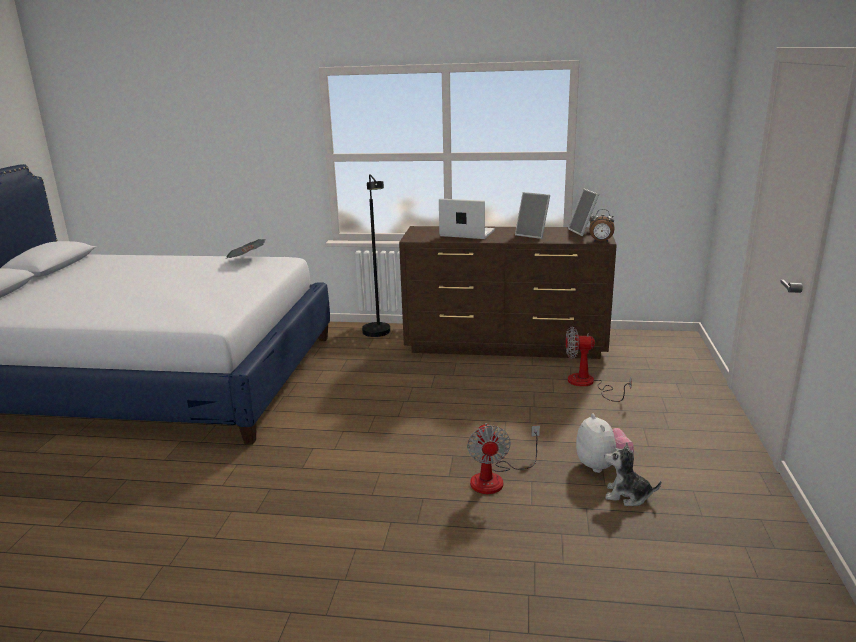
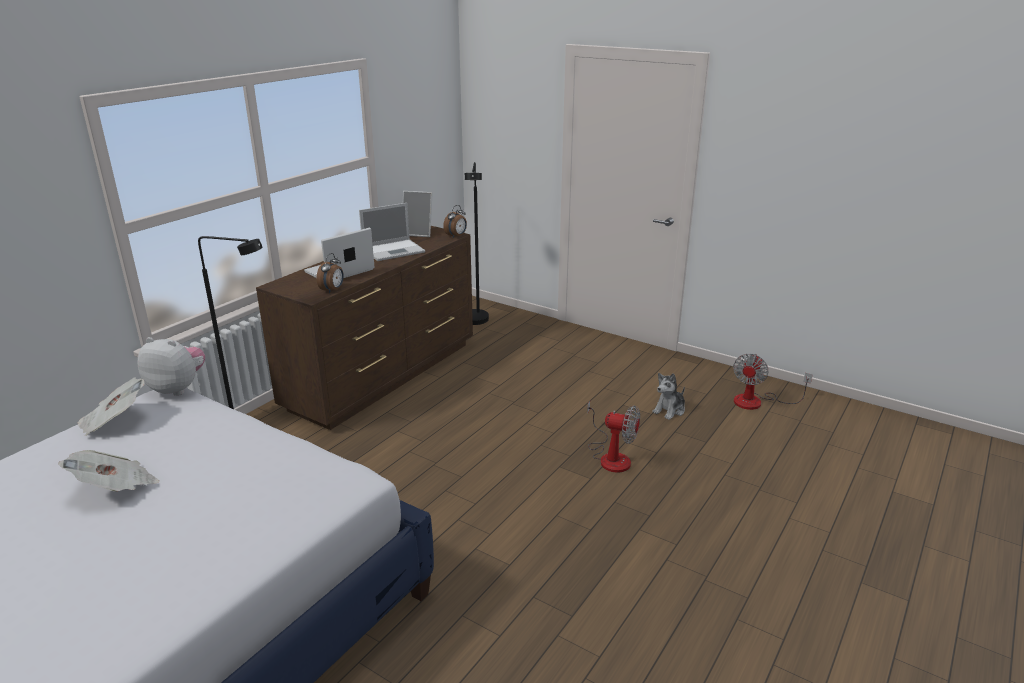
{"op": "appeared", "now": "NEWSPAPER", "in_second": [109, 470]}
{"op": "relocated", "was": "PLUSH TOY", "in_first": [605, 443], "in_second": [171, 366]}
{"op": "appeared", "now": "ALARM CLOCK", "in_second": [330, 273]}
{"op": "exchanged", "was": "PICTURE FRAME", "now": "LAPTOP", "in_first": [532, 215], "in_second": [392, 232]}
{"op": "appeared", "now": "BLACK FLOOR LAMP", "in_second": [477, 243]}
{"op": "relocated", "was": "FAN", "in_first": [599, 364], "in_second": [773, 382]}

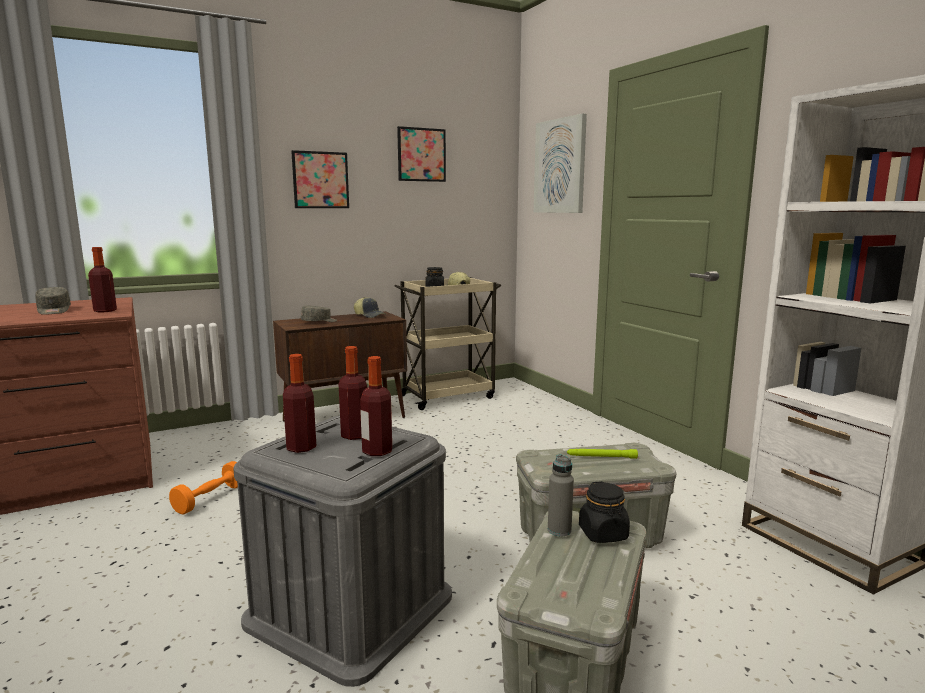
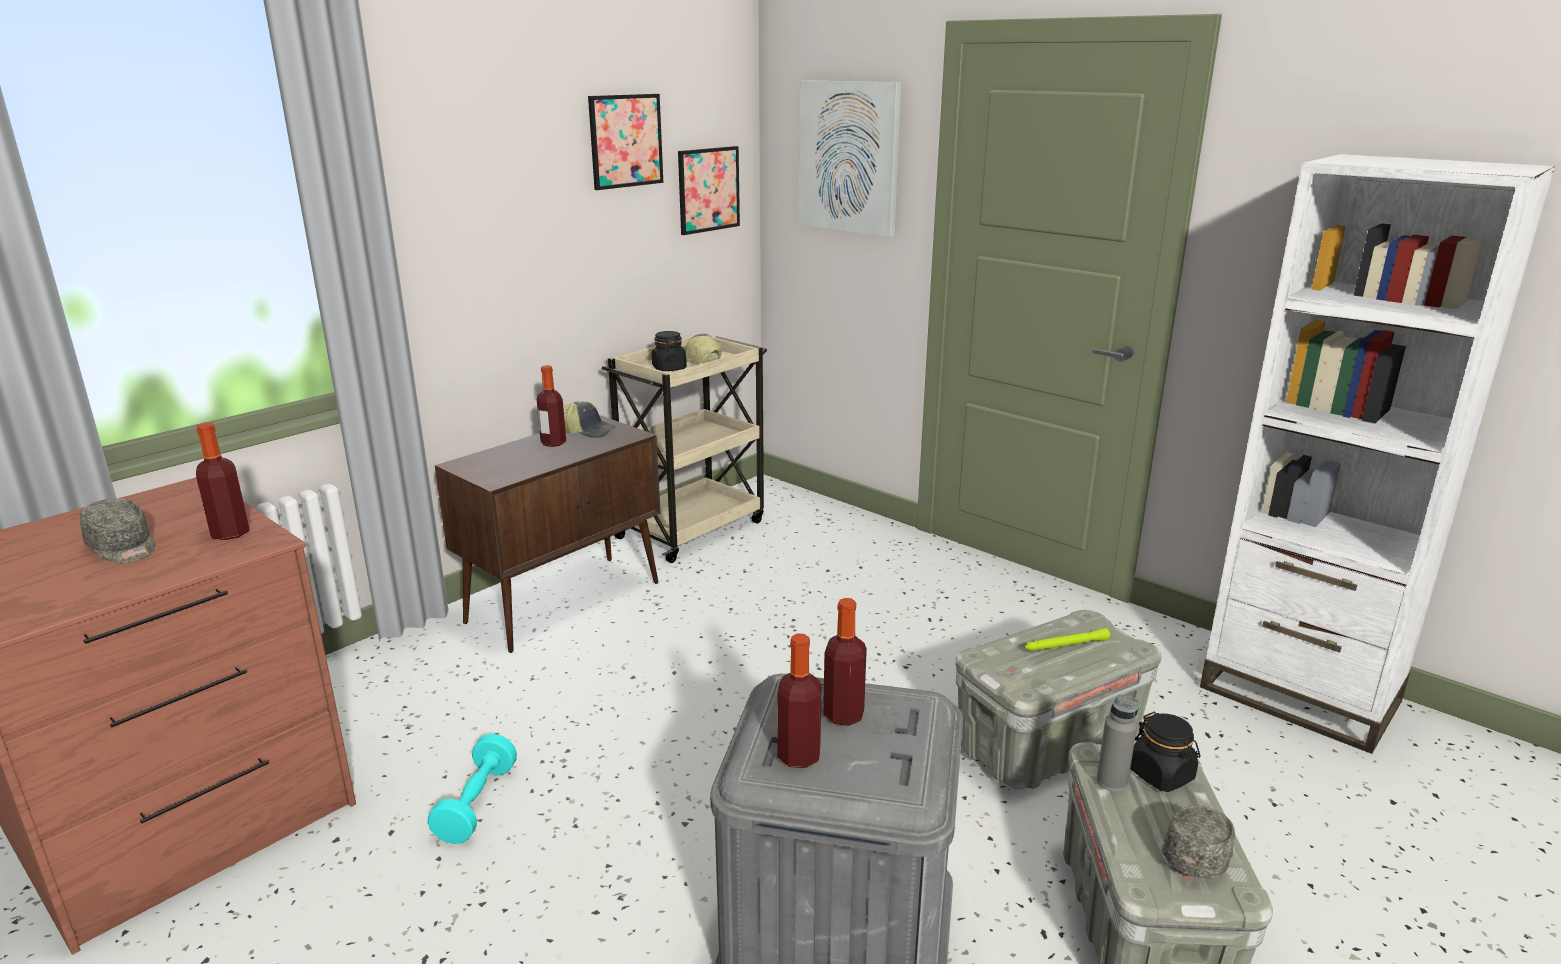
{"op": "colour", "was": "ORANGE DUMBBELL", "now": "TURQUOISE DUMBBELL", "in_first": [203, 487], "in_second": [472, 789]}
{"op": "relocated", "was": "BOTTLE", "in_first": [376, 406], "in_second": [551, 406]}
{"op": "relocated", "was": "PICTURE", "in_first": [320, 179], "in_second": [709, 190]}
{"op": "relocated", "was": "GREY CAP", "in_first": [319, 314], "in_second": [1198, 842]}

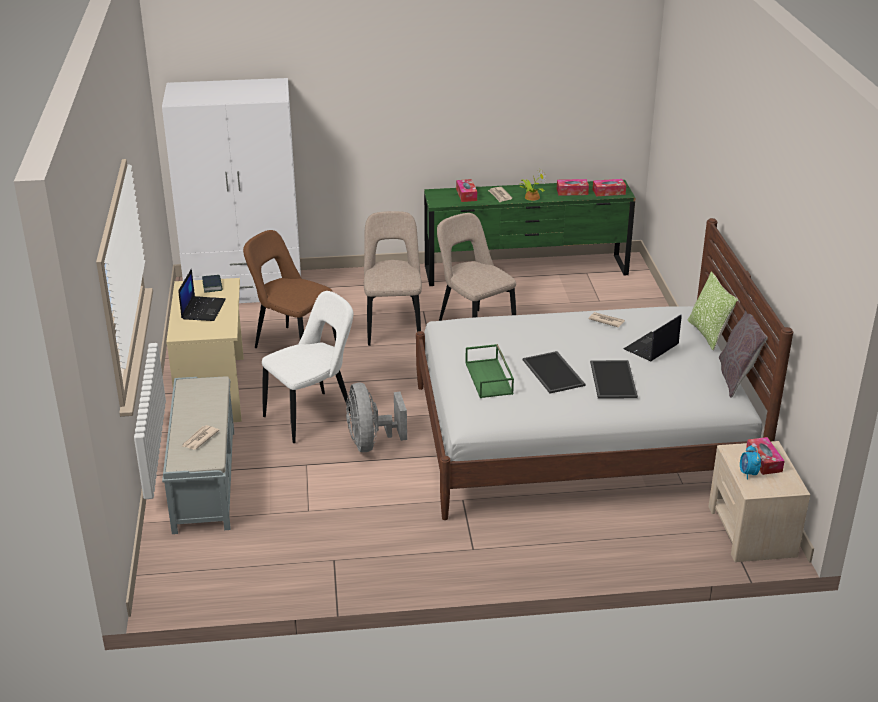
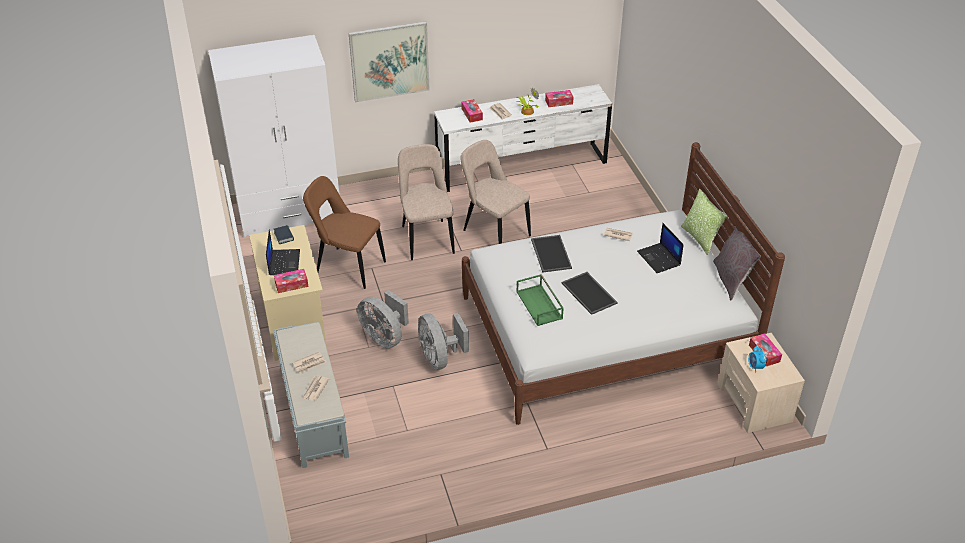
{"op": "relocated", "was": "TISSUE BOX", "in_first": [609, 187], "in_second": [291, 281]}
{"op": "appeared", "now": "NEWSPAPER", "in_second": [309, 362]}
{"op": "appeared", "now": "PICTURE", "in_second": [389, 61]}
{"op": "exchanged", "was": "WHITE CHAIR", "now": "GREY FAN", "in_first": [308, 367], "in_second": [383, 319]}
{"op": "colour", "was": "GREEN DRESSER", "now": "WHITE DRESSER", "in_first": [530, 233], "in_second": [523, 138]}
{"op": "relocated", "was": "TRAY", "in_first": [614, 379], "in_second": [551, 254]}
{"op": "spun", "was": "LAPTOP", "in_first": [652, 338], "in_second": [660, 248], "clockwise": -60}

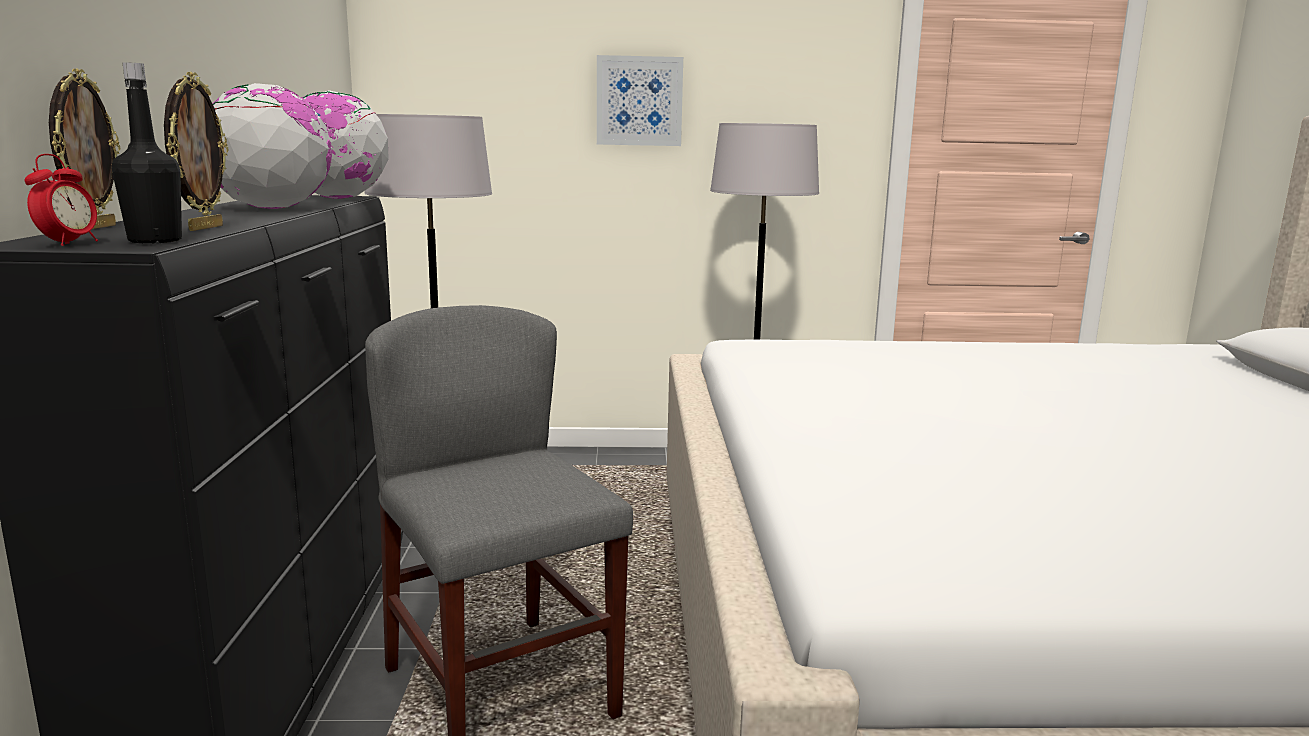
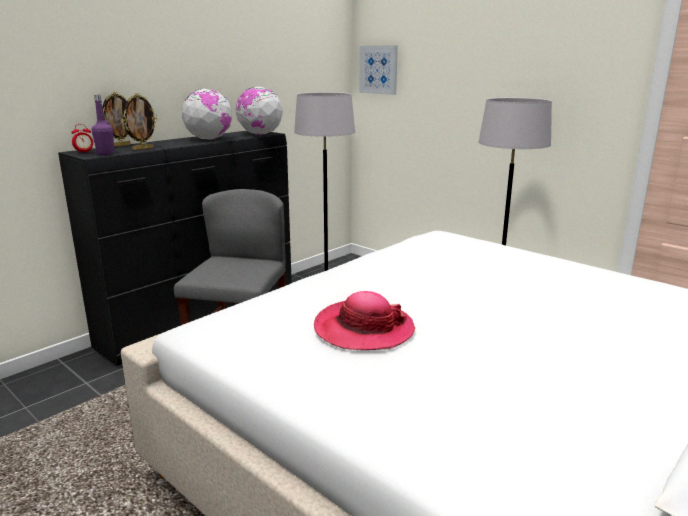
{"op": "colour", "was": "BLACK BOTTLE", "now": "PURPLE BOTTLE", "in_first": [147, 152], "in_second": [103, 125]}
{"op": "appeared", "now": "HAT", "in_second": [364, 320]}
{"op": "relocated", "was": "PICTURE", "in_first": [640, 100], "in_second": [378, 70]}

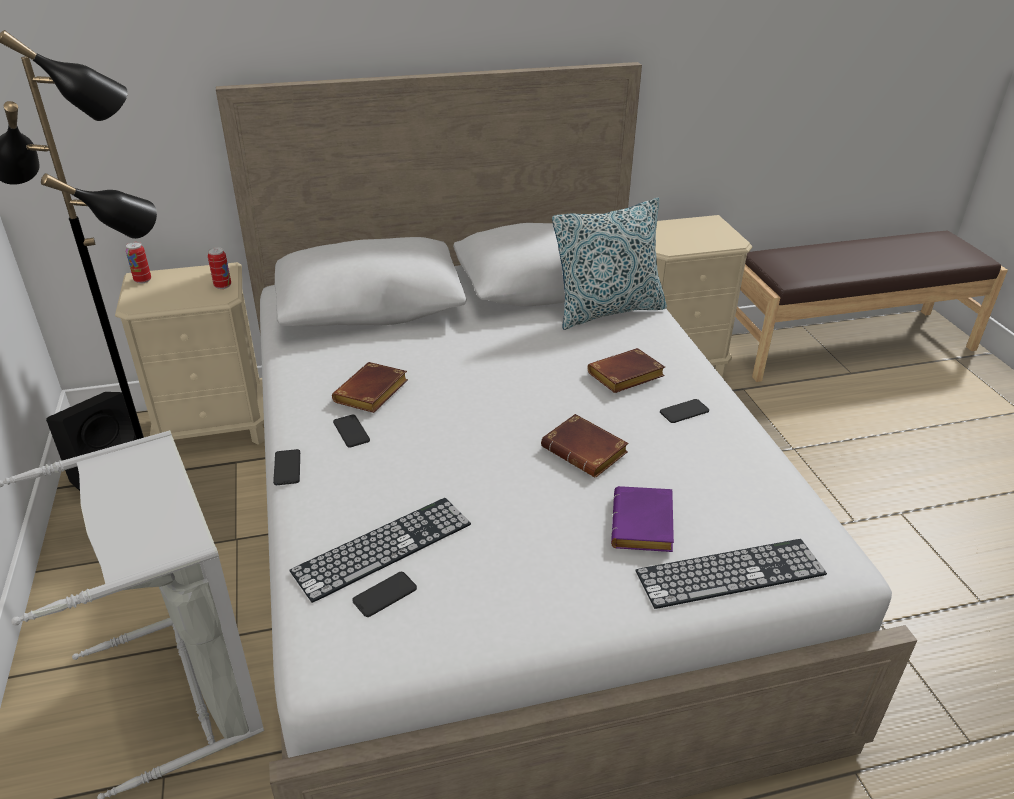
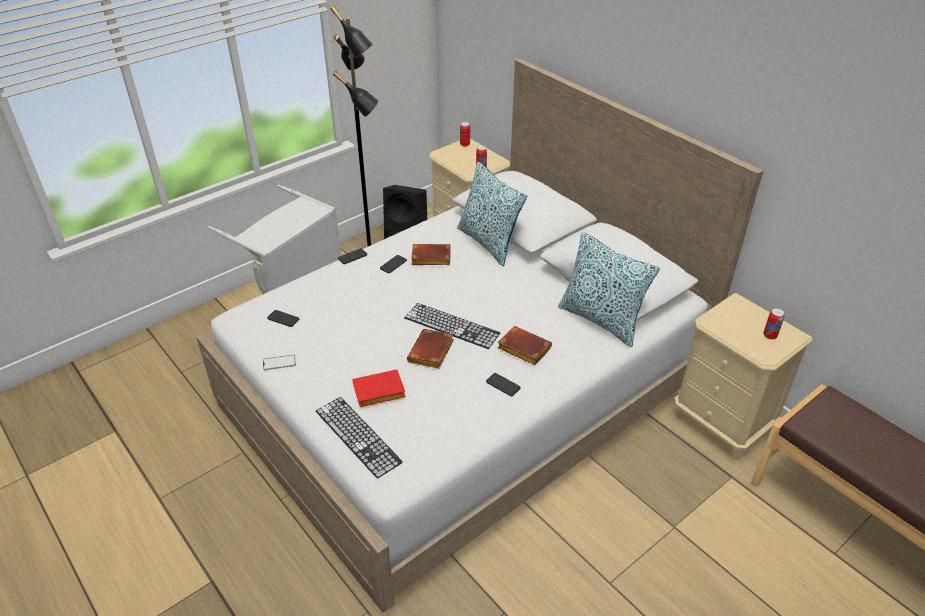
{"op": "appeared", "now": "PHONE", "in_second": [279, 362]}
{"op": "colour", "was": "PURPLE BOOK", "now": "RED BOOK", "in_first": [642, 519], "in_second": [379, 388]}
{"op": "relocated", "was": "KEYBOARD", "in_first": [380, 550], "in_second": [452, 326]}
{"op": "appeared", "now": "PILLOW", "in_second": [492, 214]}
{"op": "appeared", "now": "CAN", "in_second": [774, 324]}

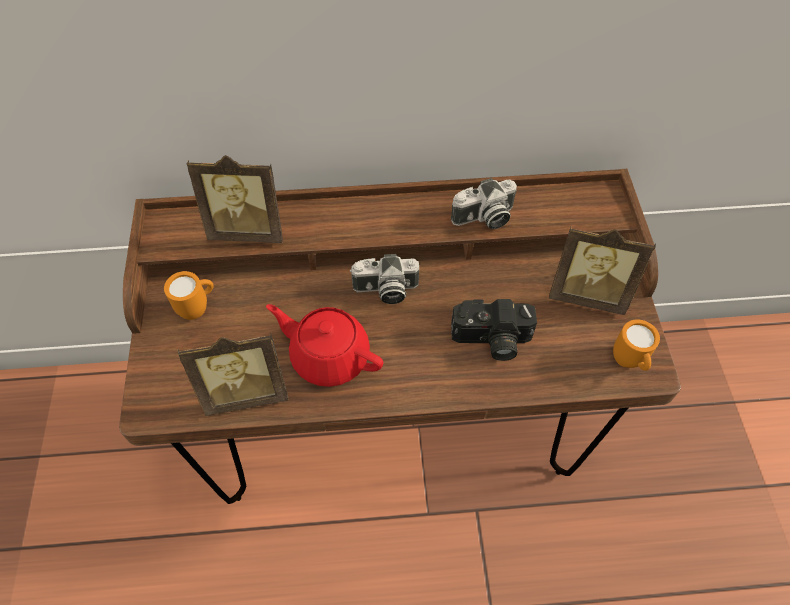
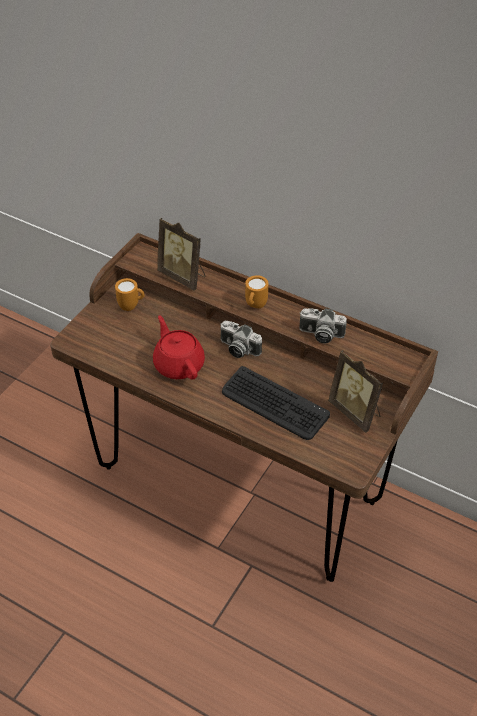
{"op": "exchanged", "was": "PHOTO CAMERA", "now": "KEYBOARD", "in_first": [494, 330], "in_second": [276, 403]}
{"op": "relocated", "was": "ORANGE MUG", "in_first": [636, 345], "in_second": [256, 291]}
{"op": "missing", "was": "PICTURE FRAME", "in_first": [233, 374]}

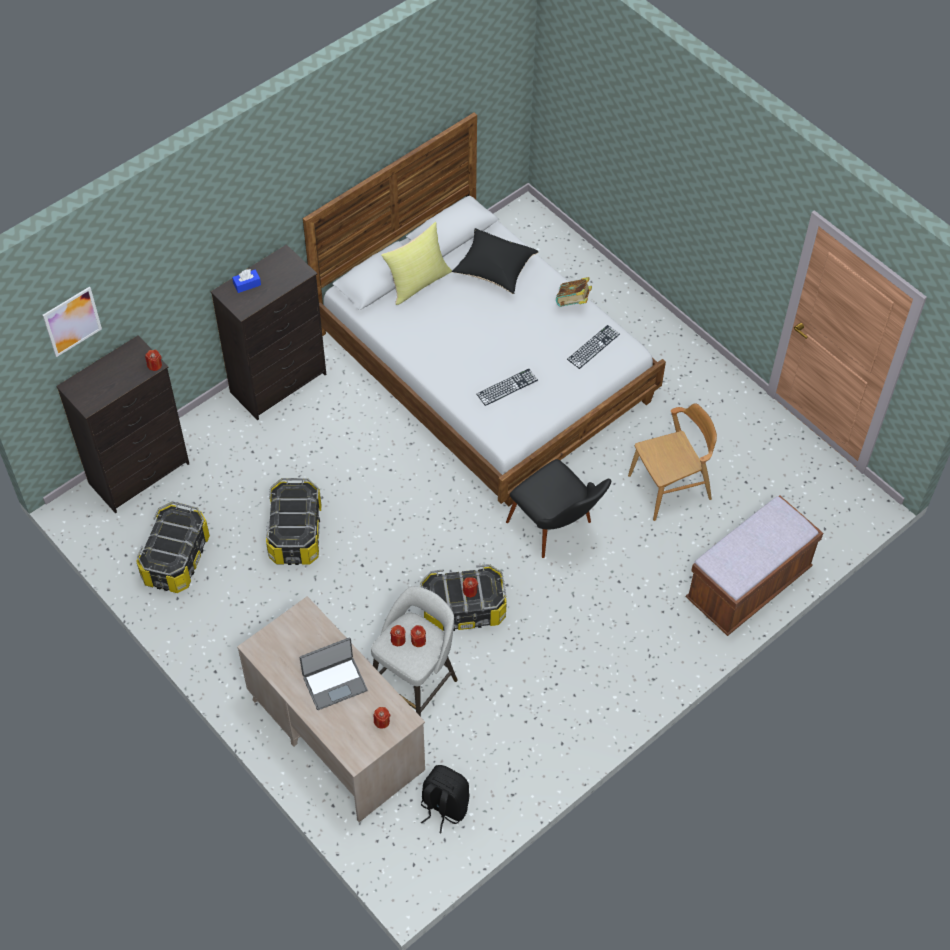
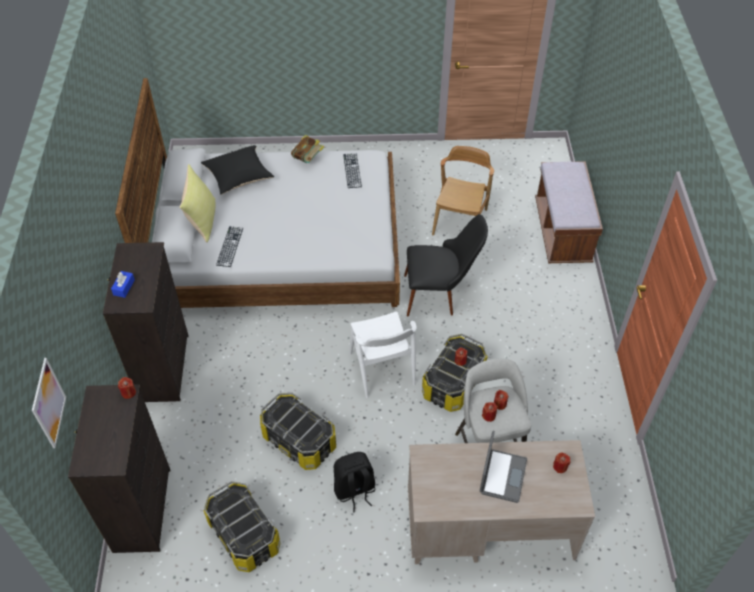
{"op": "relocated", "was": "KEYBOARD", "in_first": [507, 387], "in_second": [229, 246]}
{"op": "relocated", "was": "BLACK BACKPACK", "in_first": [445, 799], "in_second": [354, 482]}
{"op": "appeared", "now": "WHITE CHAIR", "in_second": [383, 354]}

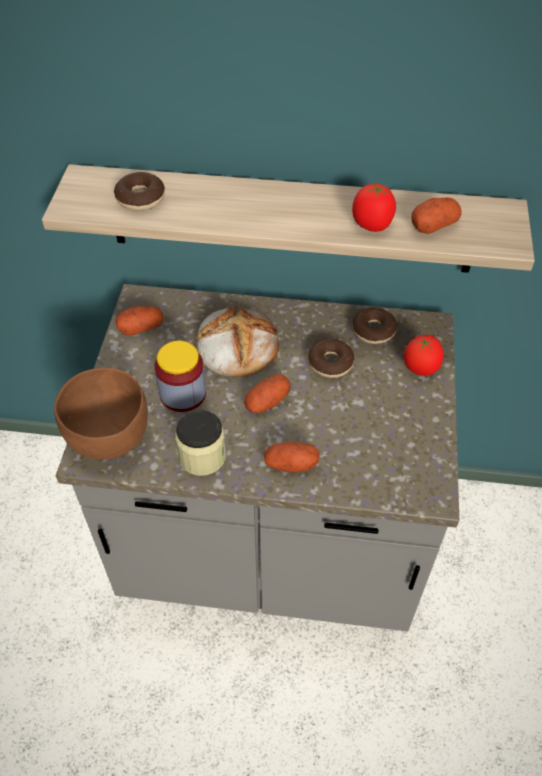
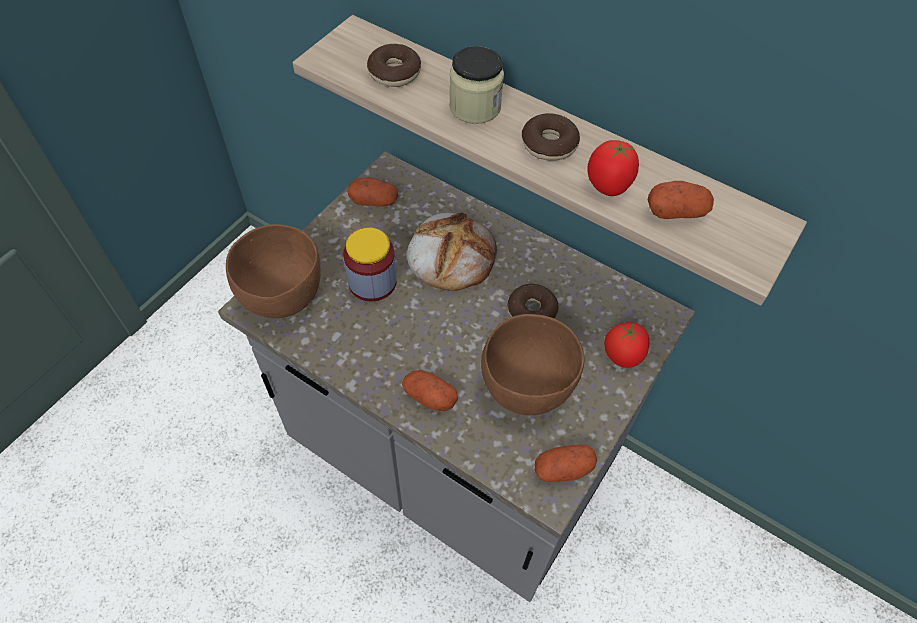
{"op": "relocated", "was": "JAR", "in_first": [200, 443], "in_second": [476, 85]}
{"op": "appeared", "now": "BROWN BOWL", "in_second": [532, 364]}
{"op": "relocated", "was": "DONUT", "in_first": [374, 325], "in_second": [551, 137]}
{"op": "relocated", "was": "POTATO", "in_first": [267, 393], "in_second": [565, 463]}

